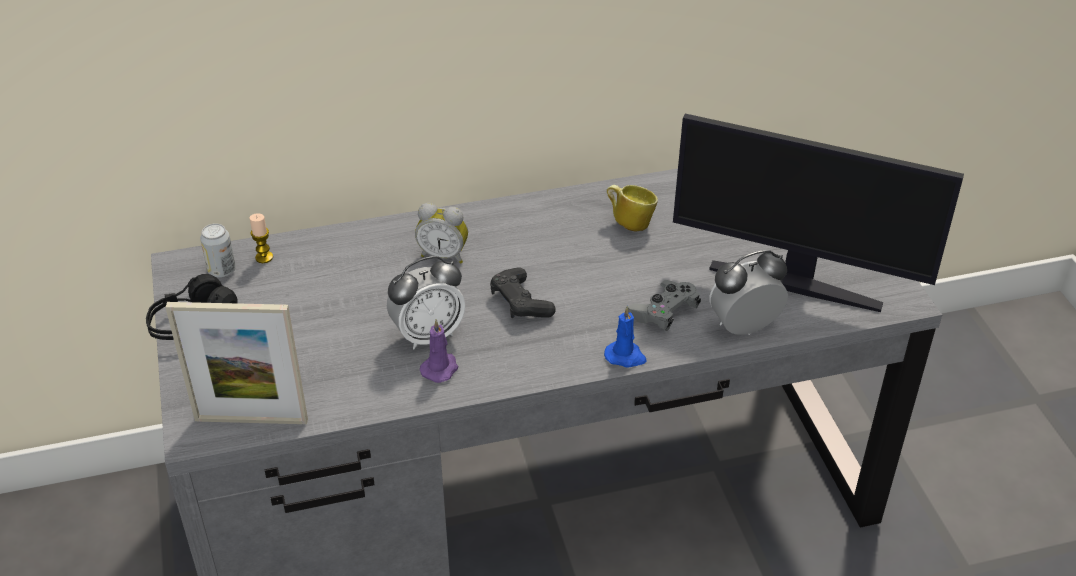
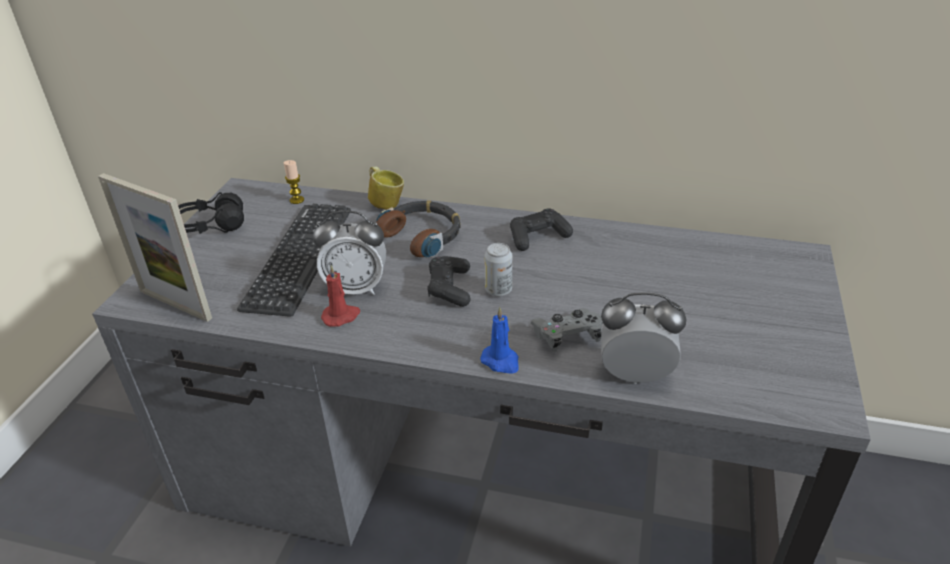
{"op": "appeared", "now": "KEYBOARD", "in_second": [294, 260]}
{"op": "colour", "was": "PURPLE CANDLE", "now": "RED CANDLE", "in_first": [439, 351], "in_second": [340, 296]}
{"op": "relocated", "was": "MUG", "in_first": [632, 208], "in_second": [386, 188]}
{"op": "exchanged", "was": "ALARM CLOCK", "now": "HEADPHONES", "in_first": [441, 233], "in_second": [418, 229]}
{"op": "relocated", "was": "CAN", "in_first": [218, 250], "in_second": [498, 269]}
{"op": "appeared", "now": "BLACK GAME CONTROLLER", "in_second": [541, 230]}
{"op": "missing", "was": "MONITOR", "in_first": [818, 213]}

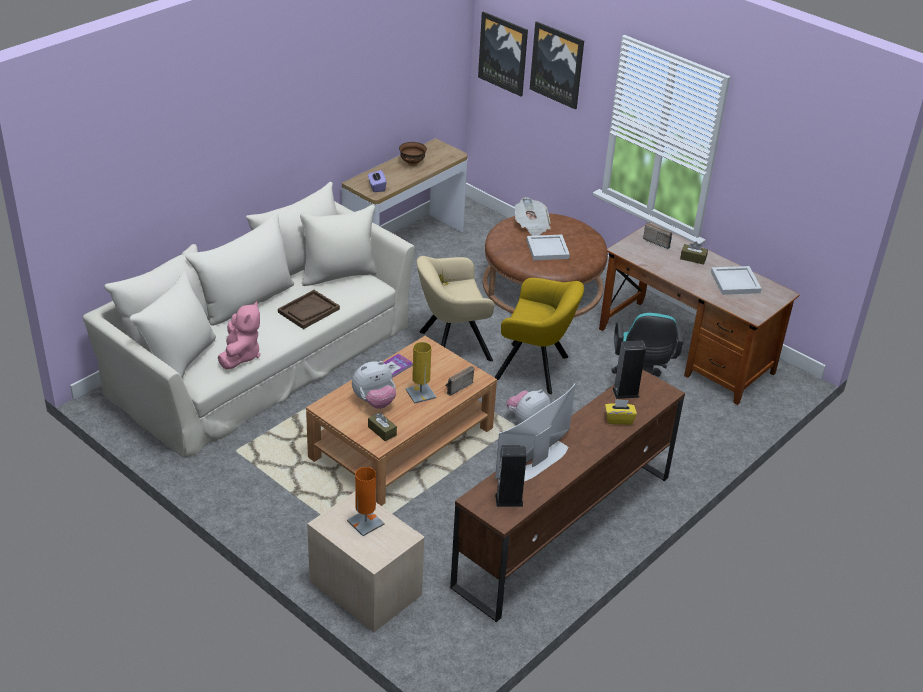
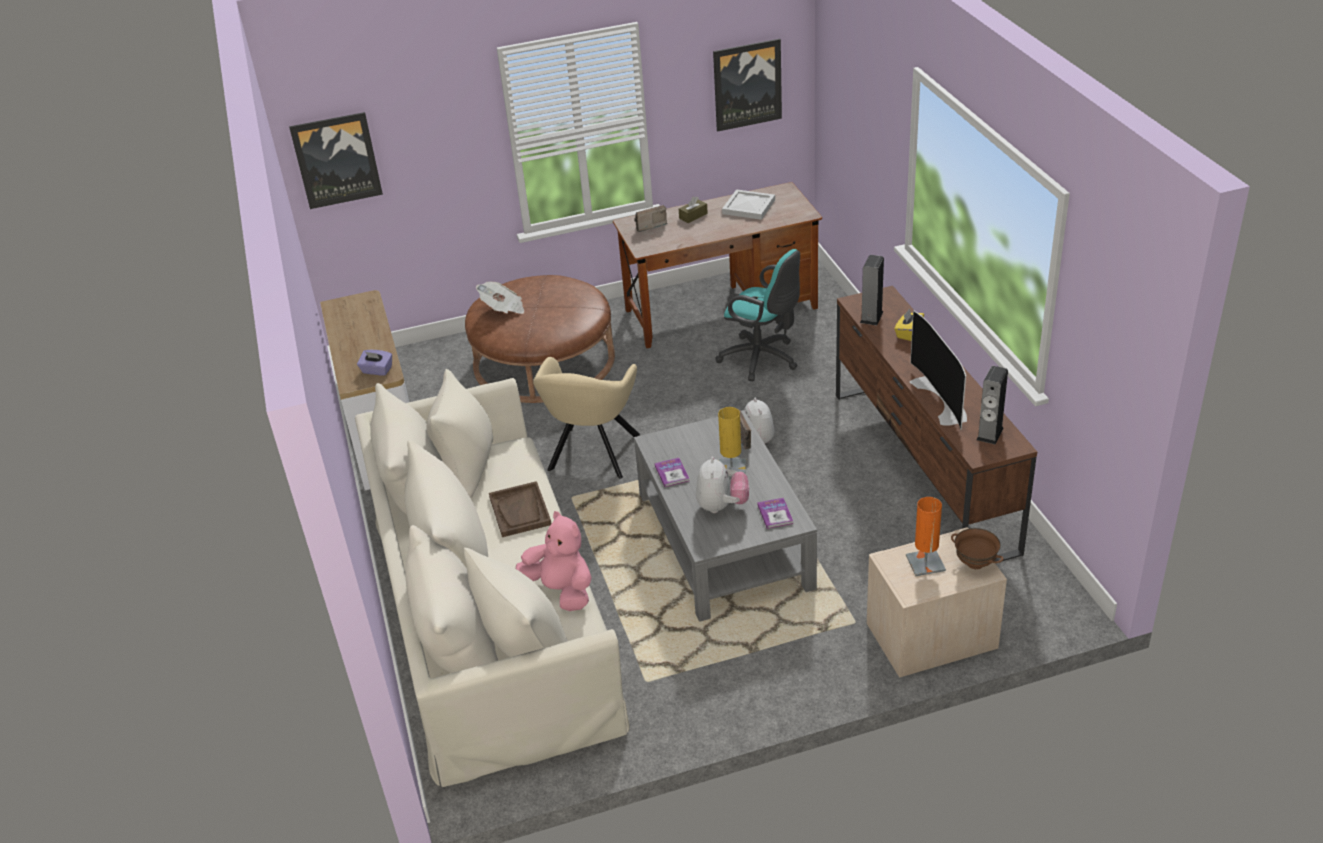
{"op": "colour", "was": "BROWN COFFEE TABLE", "now": "GREY COFFEE TABLE", "in_first": [401, 421], "in_second": [725, 516]}
{"op": "relocated", "was": "PICTURE", "in_first": [557, 65], "in_second": [747, 85]}
{"op": "exchanged", "was": "BROWN TISSUE BOX", "now": "BOOK", "in_first": [382, 426], "in_second": [775, 513]}
{"op": "relocated", "was": "BROWN BOWL", "in_first": [413, 154], "in_second": [977, 548]}
{"op": "missing", "was": "YELLOW ARMCHAIR", "in_first": [539, 336]}
{"op": "missing", "was": "WHITE TRAY", "in_first": [548, 247]}

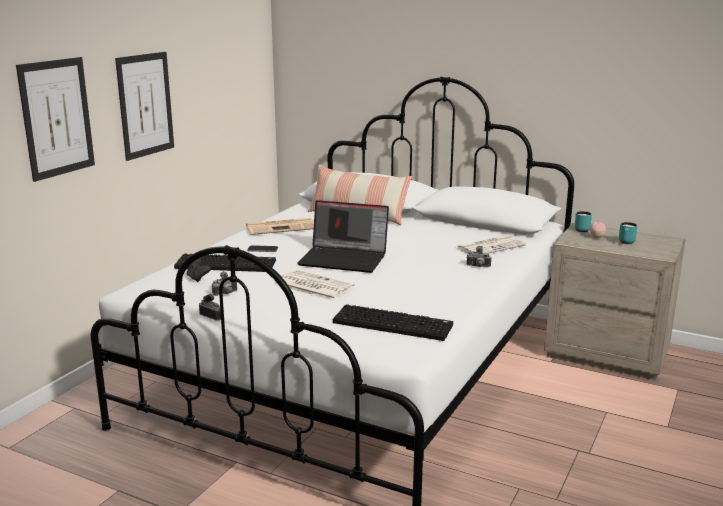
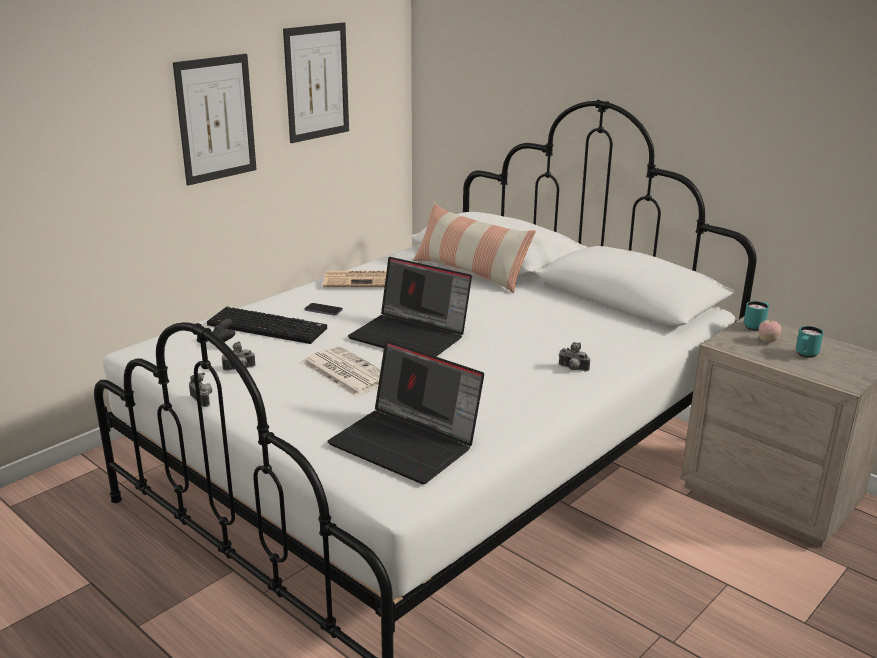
{"op": "relocated", "was": "PICTURE", "in_first": [55, 119], "in_second": [316, 82]}
{"op": "exchanged", "was": "KEYBOARD", "now": "LAPTOP", "in_first": [393, 322], "in_second": [405, 412]}
{"op": "missing", "was": "NEWSPAPER", "in_first": [491, 244]}

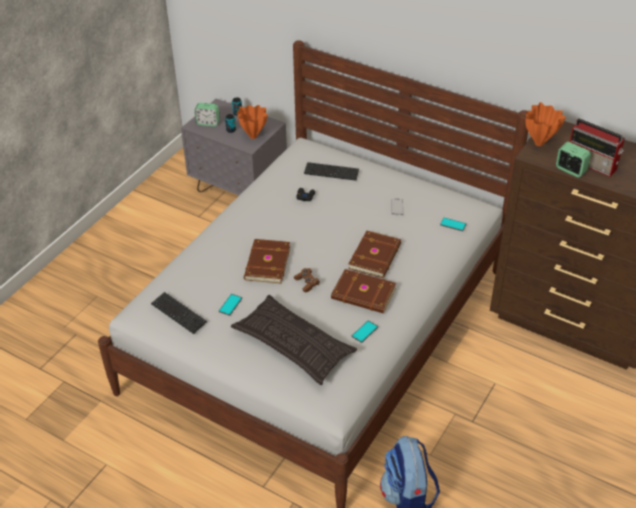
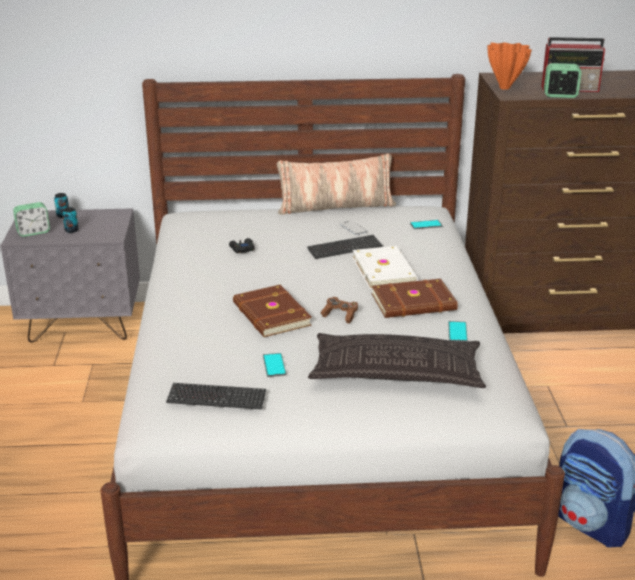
{"op": "appeared", "now": "PILLOW", "in_second": [336, 184]}
{"op": "relocated", "was": "KEYBOARD", "in_first": [331, 171], "in_second": [345, 247]}
{"op": "colour", "was": "BROWN BOOK", "now": "WHITE BOOK", "in_first": [374, 254], "in_second": [385, 267]}
{"op": "missing", "was": "ORANGE VASE", "in_first": [252, 122]}

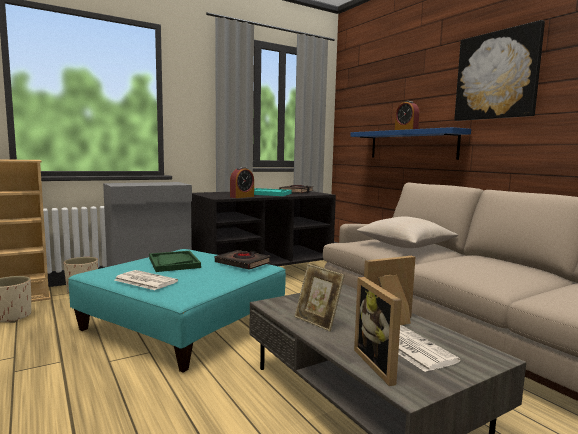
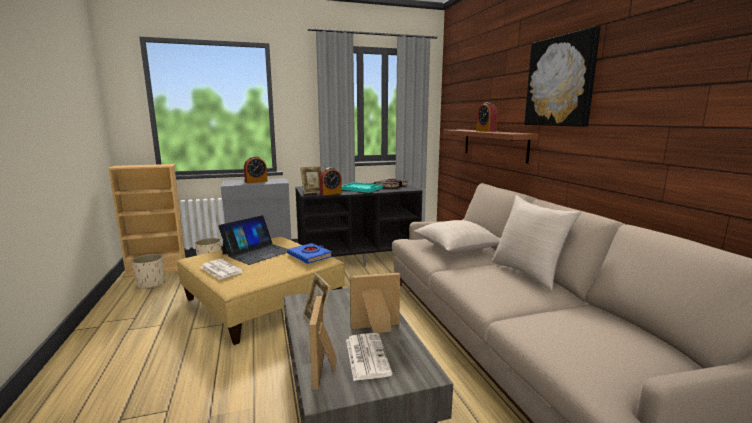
{"op": "colour", "was": "TURQUOISE OTTOMAN", "now": "BEIGE OTTOMAN", "in_first": [177, 311], "in_second": [261, 291]}
{"op": "exchanged", "was": "GREEN TRAY", "now": "LAPTOP", "in_first": [175, 261], "in_second": [253, 240]}
{"op": "appeared", "now": "ALARM CLOCK", "in_second": [256, 169]}
{"op": "colour", "was": "BLACK BOOK", "now": "BLUE BOOK", "in_first": [243, 260], "in_second": [309, 253]}
{"op": "appeared", "now": "PICTURE FRAME", "in_second": [311, 180]}
{"op": "colour", "was": "BLUE SHELF", "now": "BROWN SHELF", "in_first": [410, 143], "in_second": [491, 147]}
{"op": "appeared", "now": "BEIGE PILLOW", "in_second": [536, 243]}

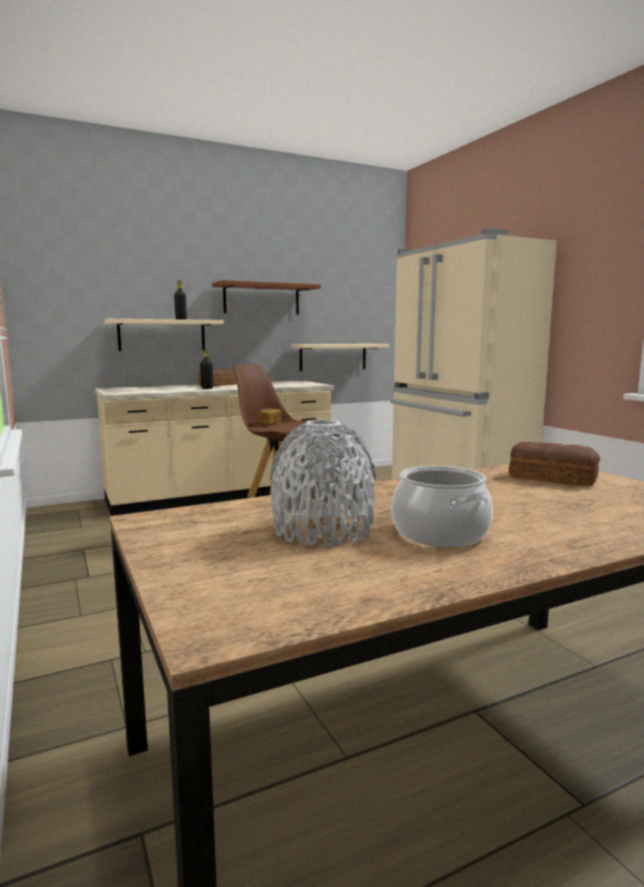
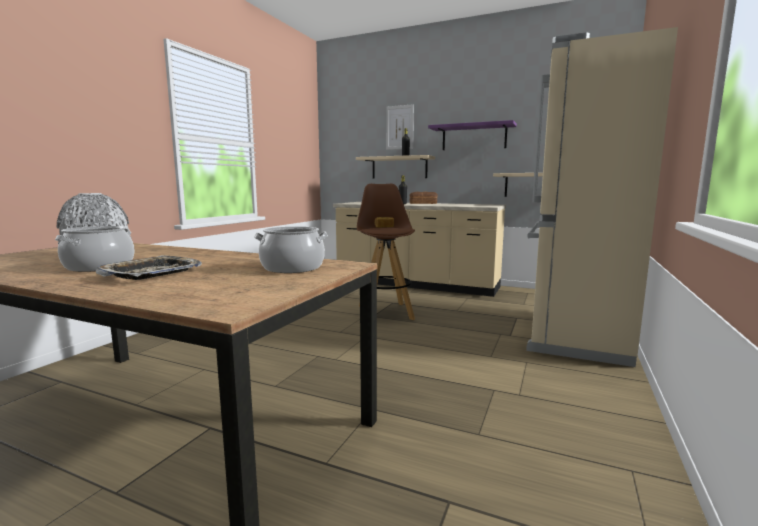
{"op": "appeared", "now": "TRAY", "in_second": [149, 268]}
{"op": "exchanged", "was": "BREAD", "now": "COOKING POT", "in_first": [554, 464], "in_second": [291, 249]}
{"op": "appeared", "now": "PICTURE", "in_second": [400, 127]}
{"op": "colour", "was": "BROWN SHELF", "now": "PURPLE SHELF", "in_first": [266, 297], "in_second": [472, 135]}

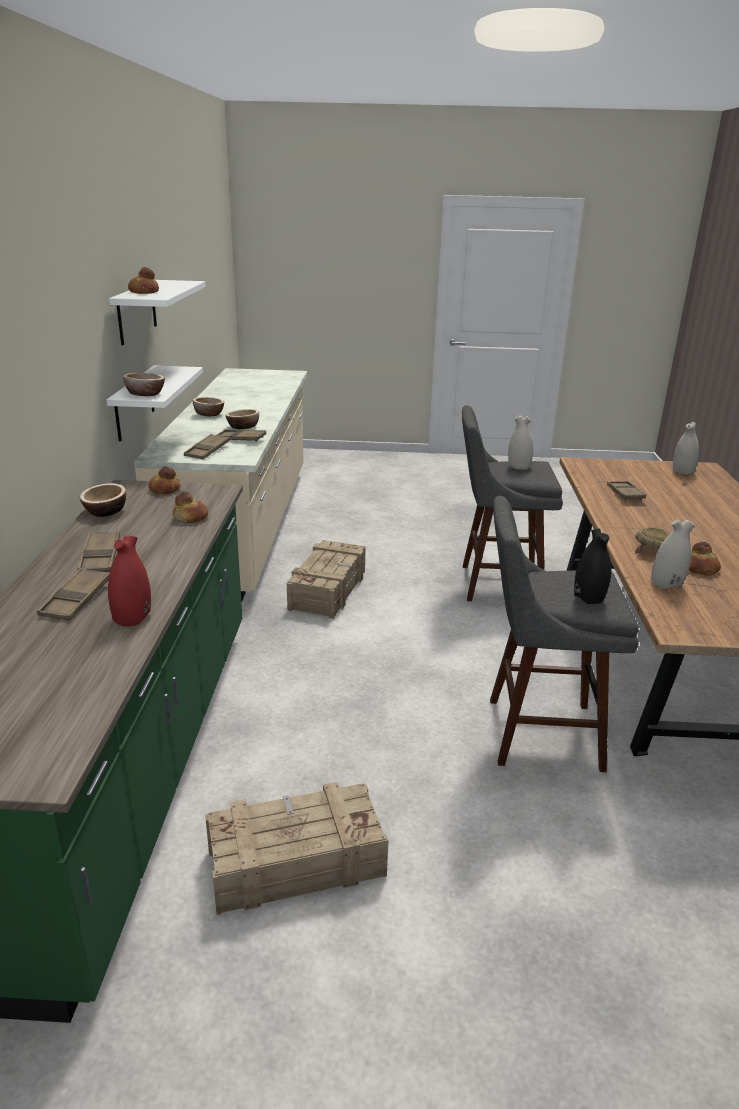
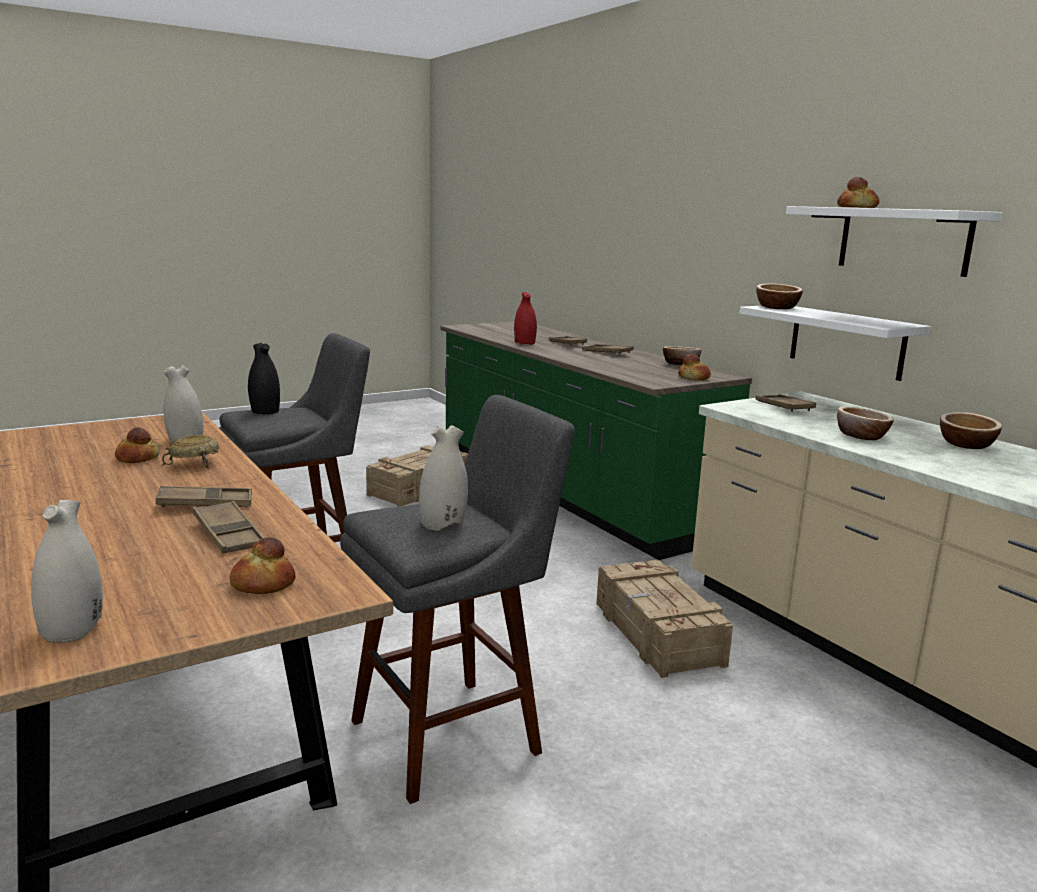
{"op": "relocated", "was": "BROWN TRAY", "in_first": [241, 436], "in_second": [204, 497]}
{"op": "relocated", "was": "BREAD", "in_first": [190, 507], "in_second": [262, 565]}

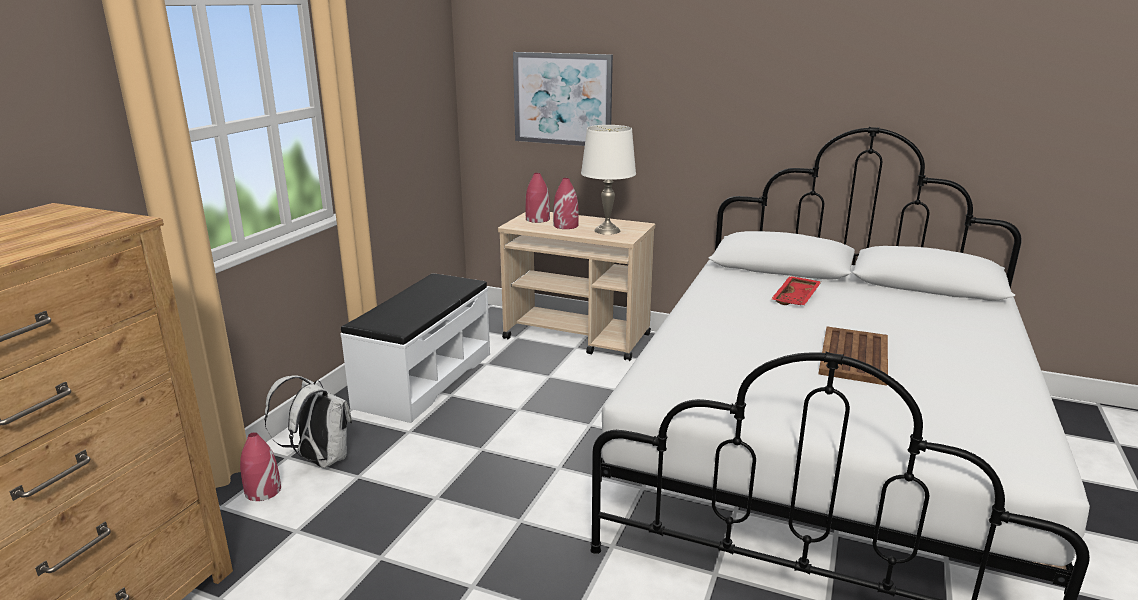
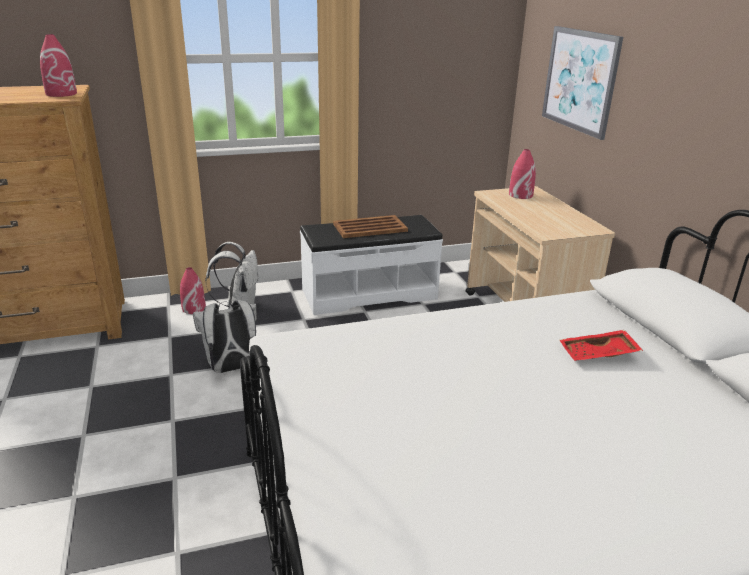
{"op": "relocated", "was": "RED VASE", "in_first": [566, 203], "in_second": [58, 65]}
{"op": "appeared", "now": "WHITE BACKPACK", "in_second": [225, 336]}
{"op": "relocated", "was": "BROWN TRAY", "in_first": [853, 356], "in_second": [370, 226]}
{"op": "missing", "was": "WHITE TABLE LAMP", "in_first": [608, 180]}

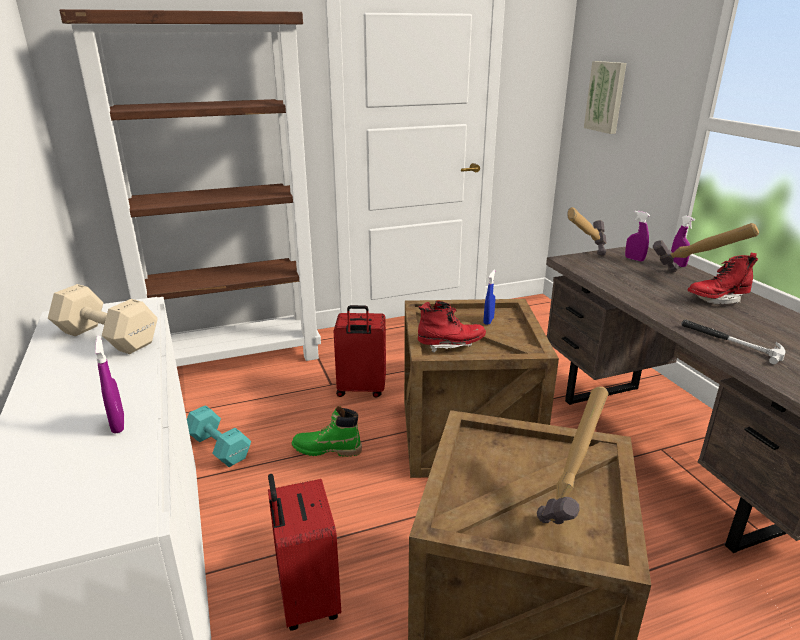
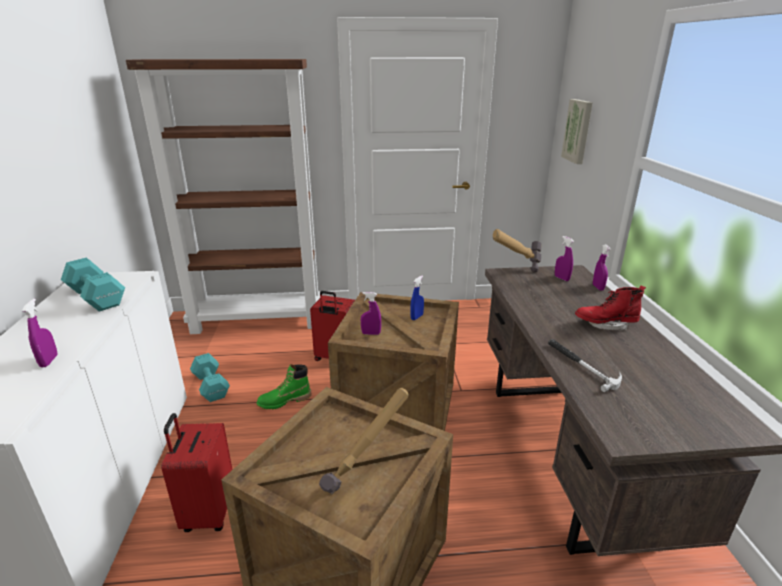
{"op": "colour", "was": "BEIGE DUMBBELL", "now": "TURQUOISE DUMBBELL", "in_first": [103, 319], "in_second": [93, 285]}
{"op": "spun", "was": "GREEN BOOT", "in_first": [327, 431], "in_second": [283, 386], "clockwise": -45}
{"op": "exchanged", "was": "RED BOOT", "now": "PURPLE SPRAY BOTTLE", "in_first": [452, 327], "in_second": [371, 313]}
{"op": "missing", "was": "HAMMER", "in_first": [706, 247]}

